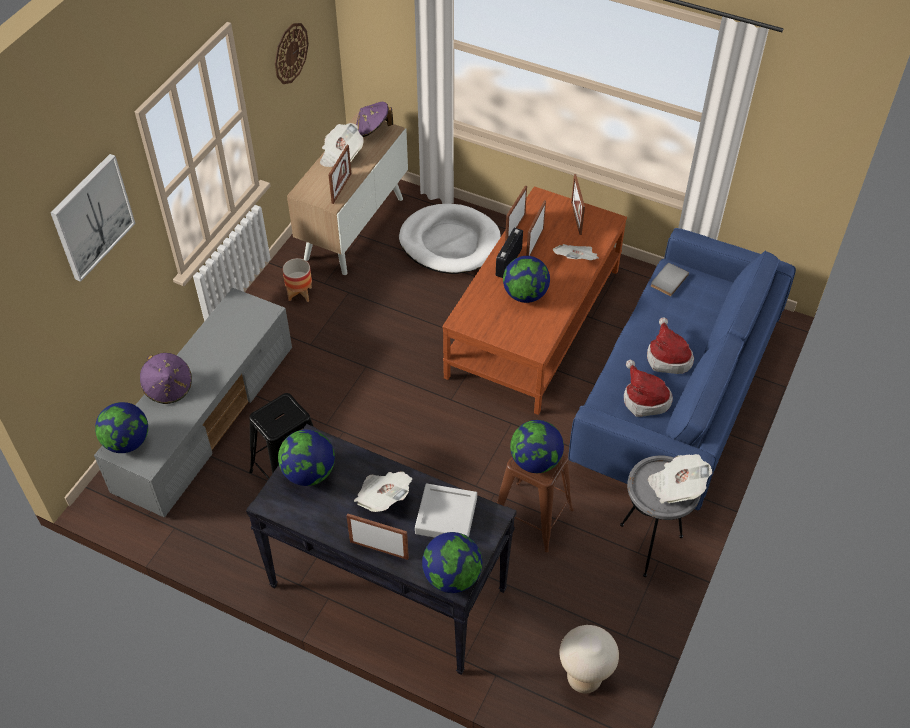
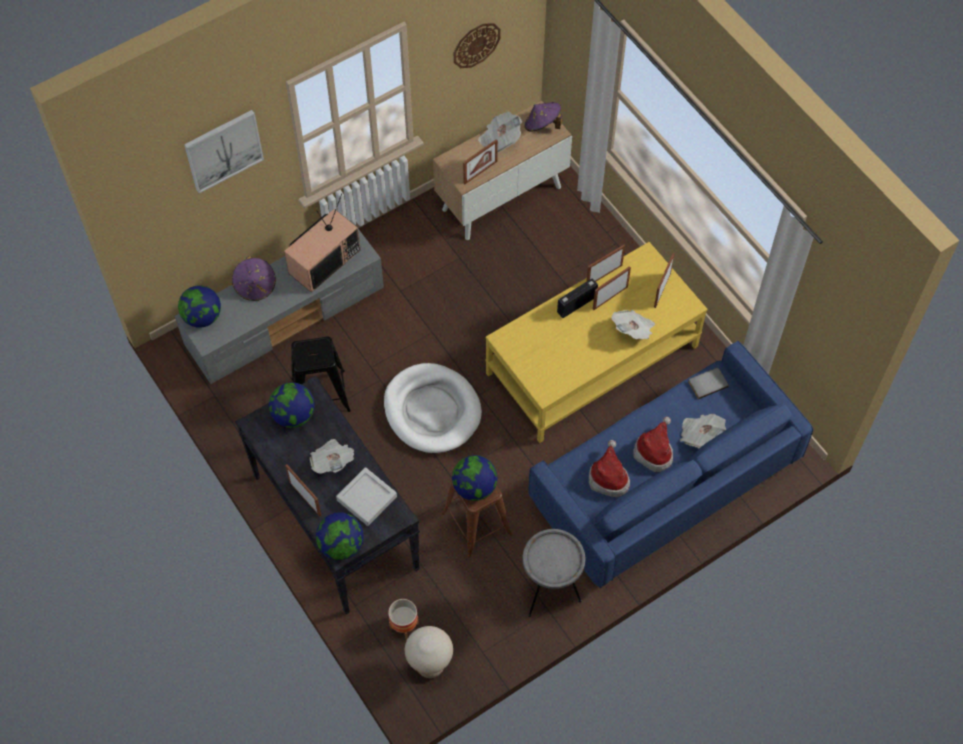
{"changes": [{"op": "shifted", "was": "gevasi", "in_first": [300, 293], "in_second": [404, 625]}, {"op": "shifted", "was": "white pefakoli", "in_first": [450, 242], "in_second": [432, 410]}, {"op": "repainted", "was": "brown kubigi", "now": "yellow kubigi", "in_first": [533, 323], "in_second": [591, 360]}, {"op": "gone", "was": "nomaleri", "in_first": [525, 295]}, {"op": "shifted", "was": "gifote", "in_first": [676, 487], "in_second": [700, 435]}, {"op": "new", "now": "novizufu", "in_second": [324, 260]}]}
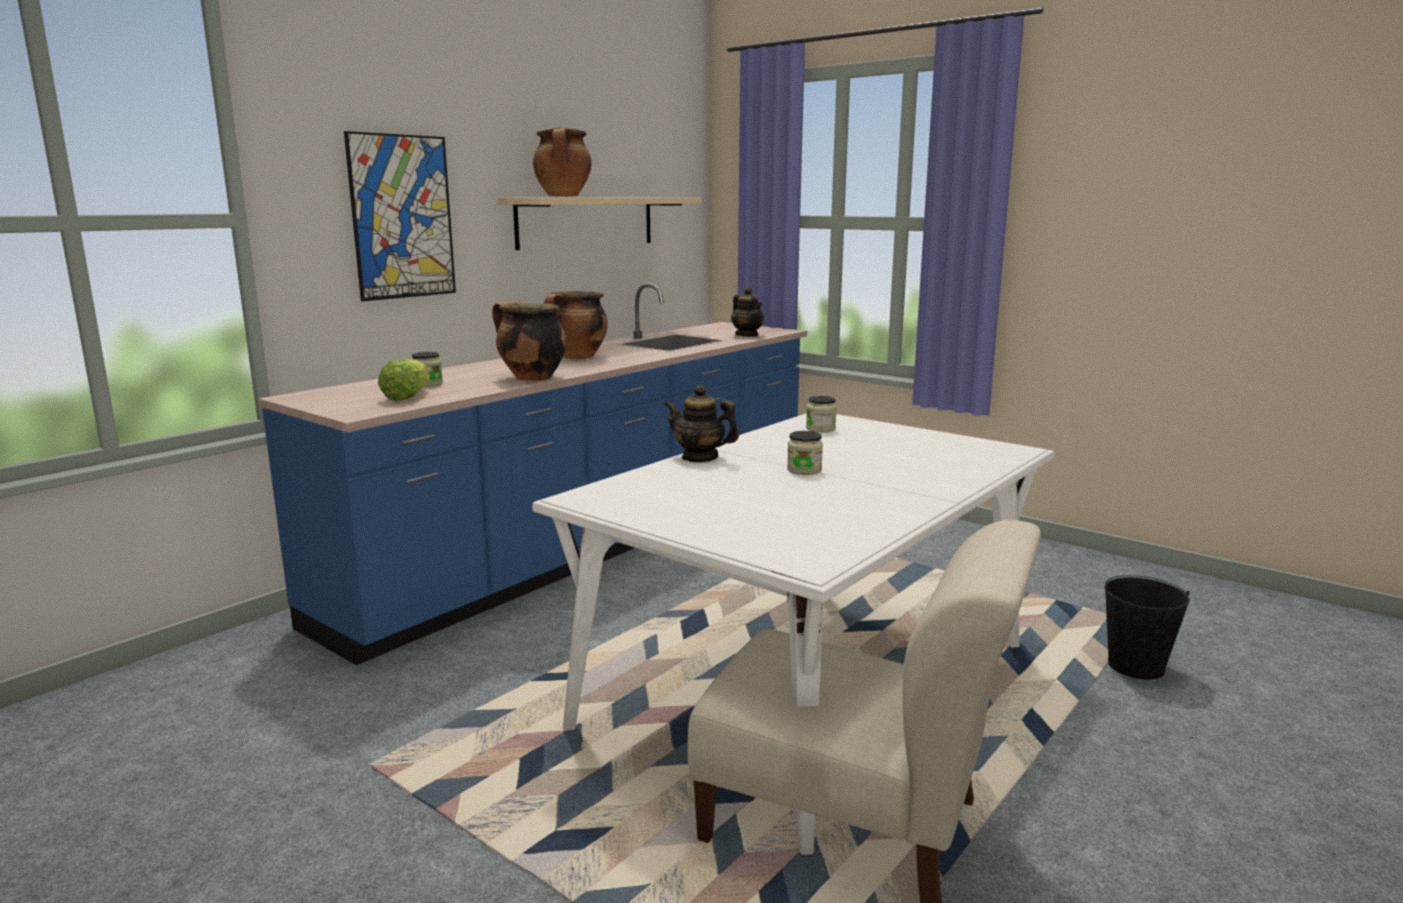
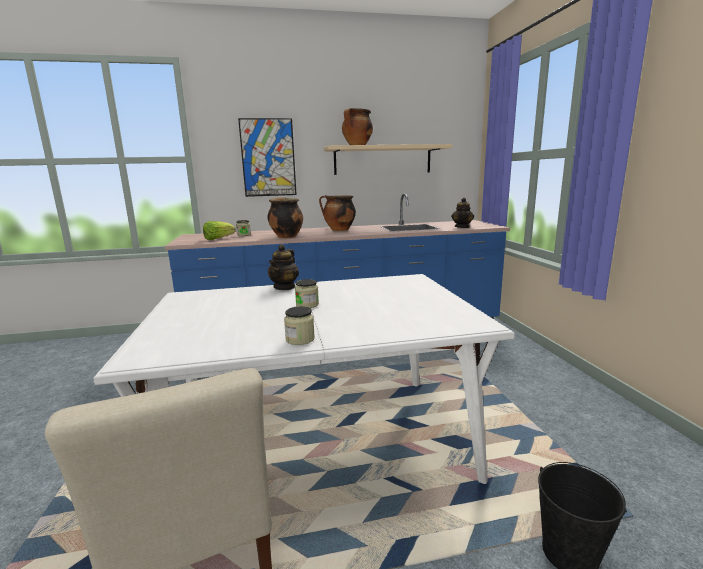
{"changes": [{"op": "rotated", "was": "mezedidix", "in_first": [700, 457], "in_second": [284, 287], "clockwise": -135}, {"op": "shifted", "was": "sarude", "in_first": [820, 429], "in_second": [300, 339]}]}
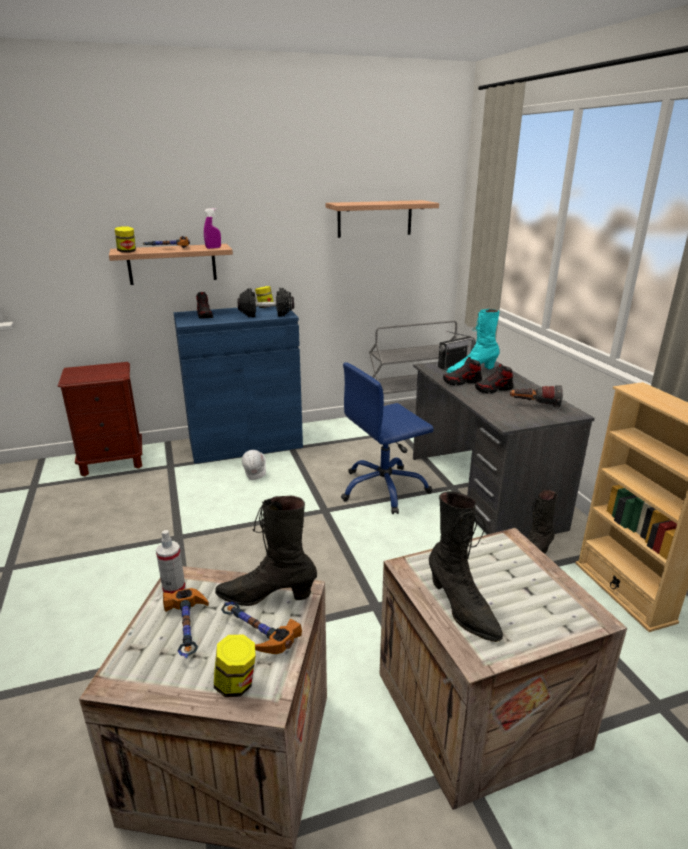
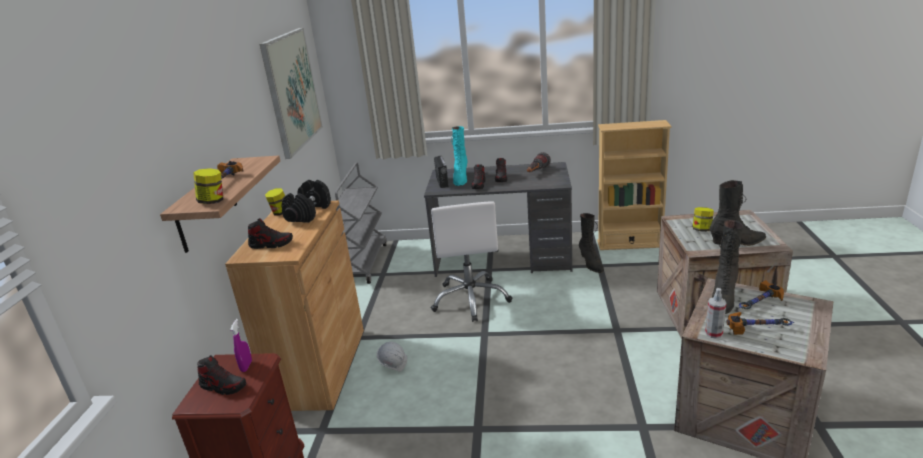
{"changes": [{"op": "repainted", "was": "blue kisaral", "now": "brown kisaral", "in_first": [245, 443], "in_second": [320, 367]}, {"op": "shifted", "was": "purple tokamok", "in_first": [213, 248], "in_second": [246, 366]}, {"op": "shifted", "was": "sarude", "in_first": [236, 684], "in_second": [701, 229]}, {"op": "swapped", "was": "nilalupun", "now": "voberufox", "in_first": [374, 218], "in_second": [292, 90]}, {"op": "repainted", "was": "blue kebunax", "now": "white kebunax", "in_first": [384, 489], "in_second": [471, 299]}, {"op": "new", "now": "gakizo", "in_second": [223, 386]}]}
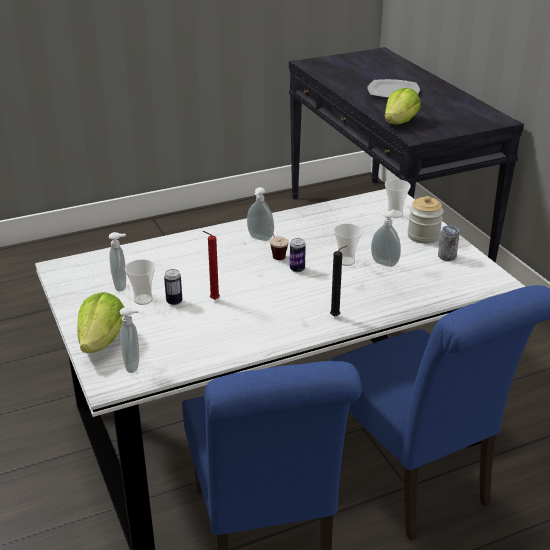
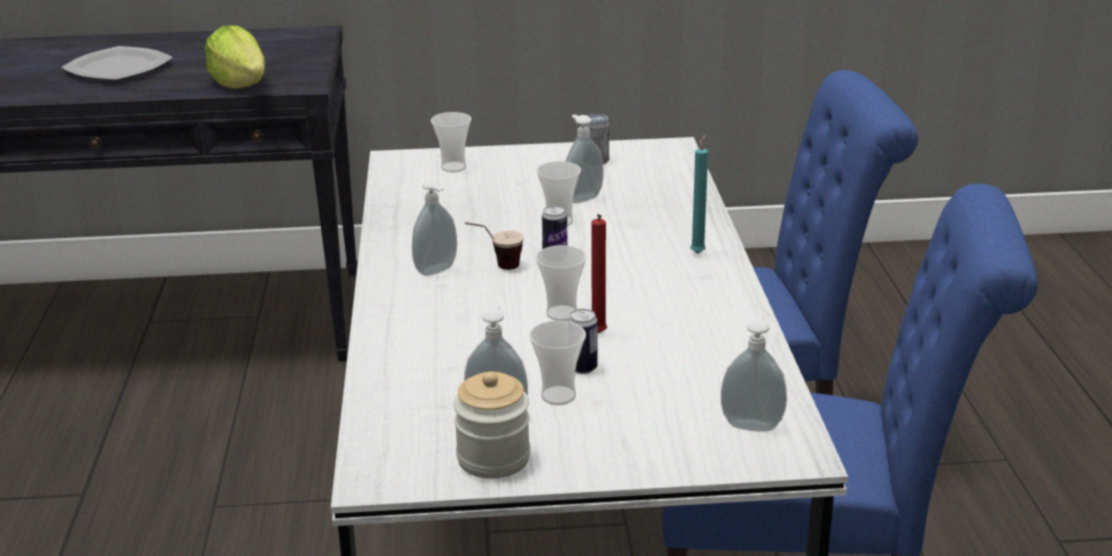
{"changes": [{"op": "gone", "was": "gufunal", "in_first": [103, 341]}, {"op": "repainted", "was": "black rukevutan", "now": "turquoise rukevutan", "in_first": [336, 316], "in_second": [698, 252]}, {"op": "shifted", "was": "sarude", "in_first": [423, 236], "in_second": [493, 458]}, {"op": "new", "now": "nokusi", "in_second": [561, 313]}]}
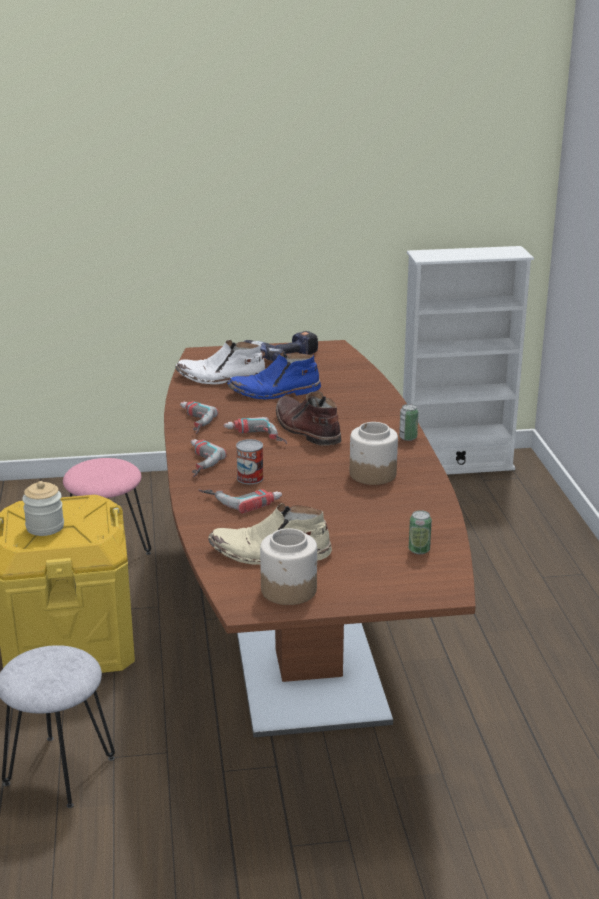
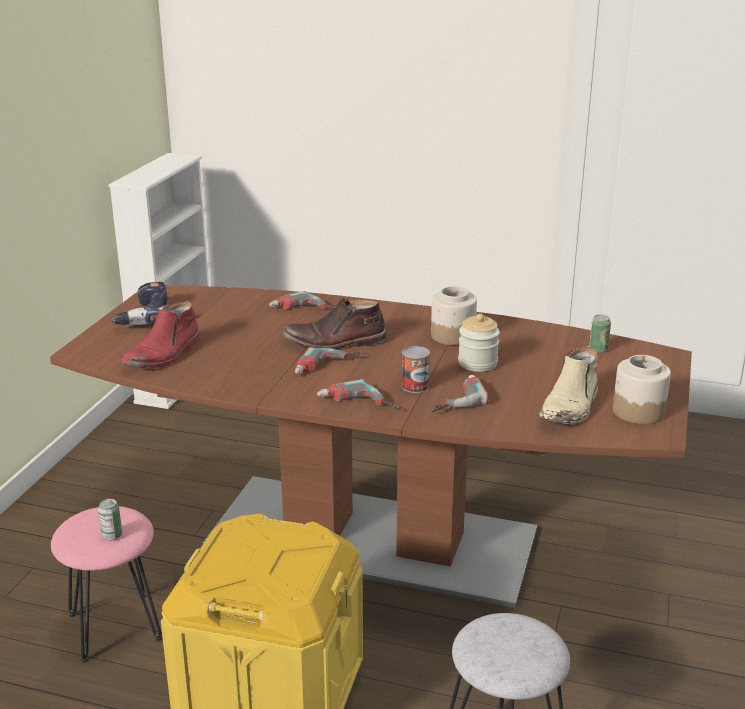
{"changes": [{"op": "shifted", "was": "sarude", "in_first": [45, 527], "in_second": [477, 363]}, {"op": "repainted", "was": "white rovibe", "now": "red rovibe", "in_first": [221, 378], "in_second": [164, 355]}, {"op": "shifted", "was": "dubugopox", "in_first": [189, 422], "in_second": [303, 311]}, {"op": "gone", "was": "blue rovibe", "in_first": [274, 392]}, {"op": "shifted", "was": "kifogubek", "in_first": [408, 438], "in_second": [112, 536]}]}
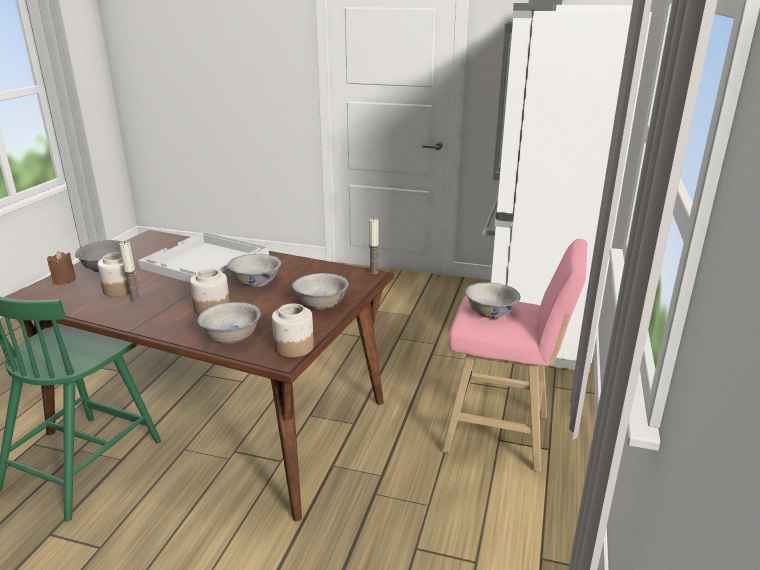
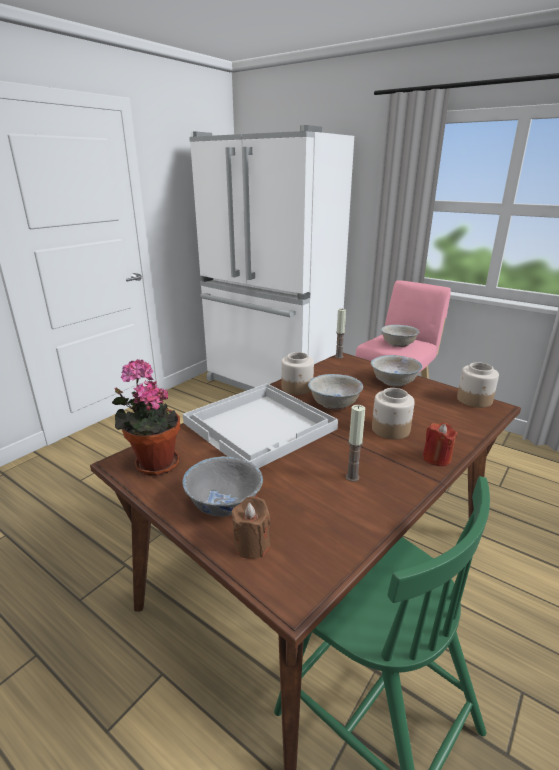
{"changes": [{"op": "shifted", "was": "sarude", "in_first": [120, 289], "in_second": [297, 388]}, {"op": "gone", "was": "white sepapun", "in_first": [232, 336]}, {"op": "new", "now": "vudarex", "in_second": [153, 463]}, {"op": "new", "now": "red rukevutan", "in_second": [436, 458]}]}
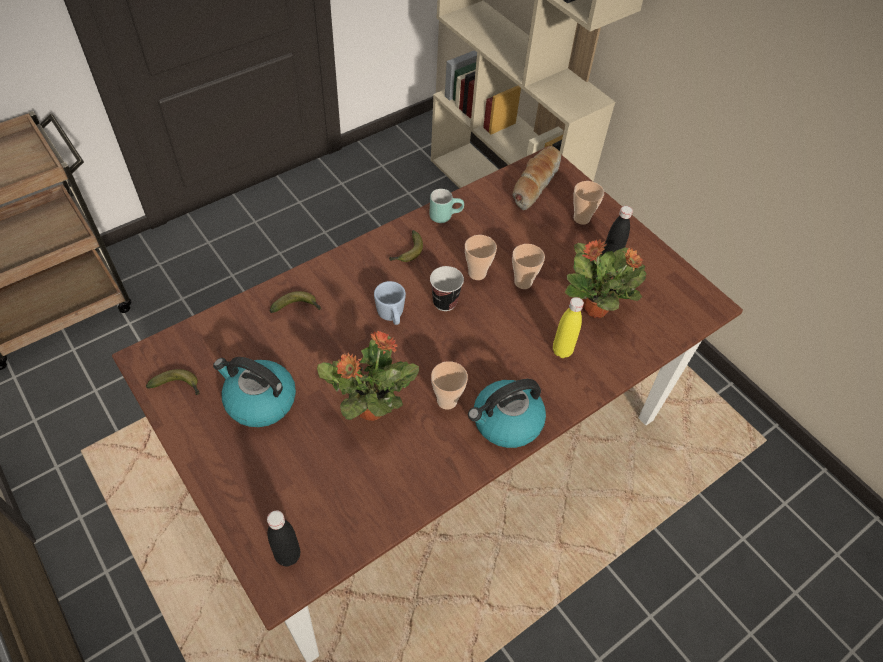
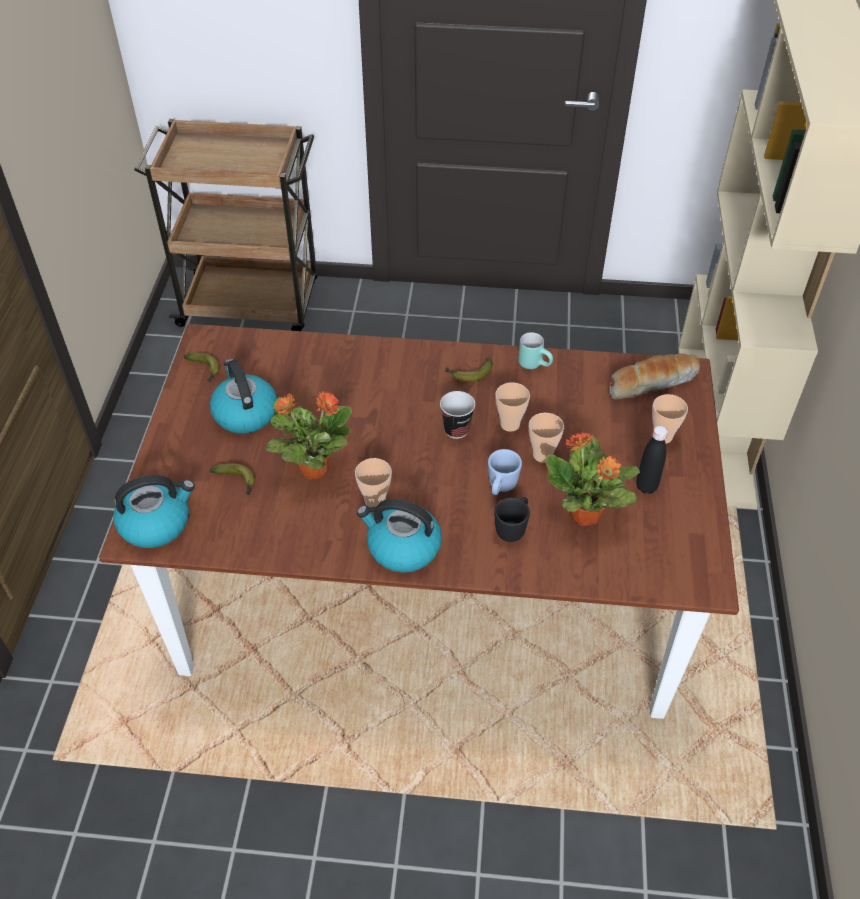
{"changes": [{"op": "swapped", "was": "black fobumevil", "now": "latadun", "in_first": [288, 555], "in_second": [156, 523]}, {"op": "shifted", "was": "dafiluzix", "in_first": [298, 307], "in_second": [237, 481]}, {"op": "shifted", "was": "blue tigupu", "in_first": [391, 316], "in_second": [501, 487]}, {"op": "swapped", "was": "yellow fobumevil", "now": "black tigupu", "in_first": [562, 351], "in_second": [513, 528]}]}
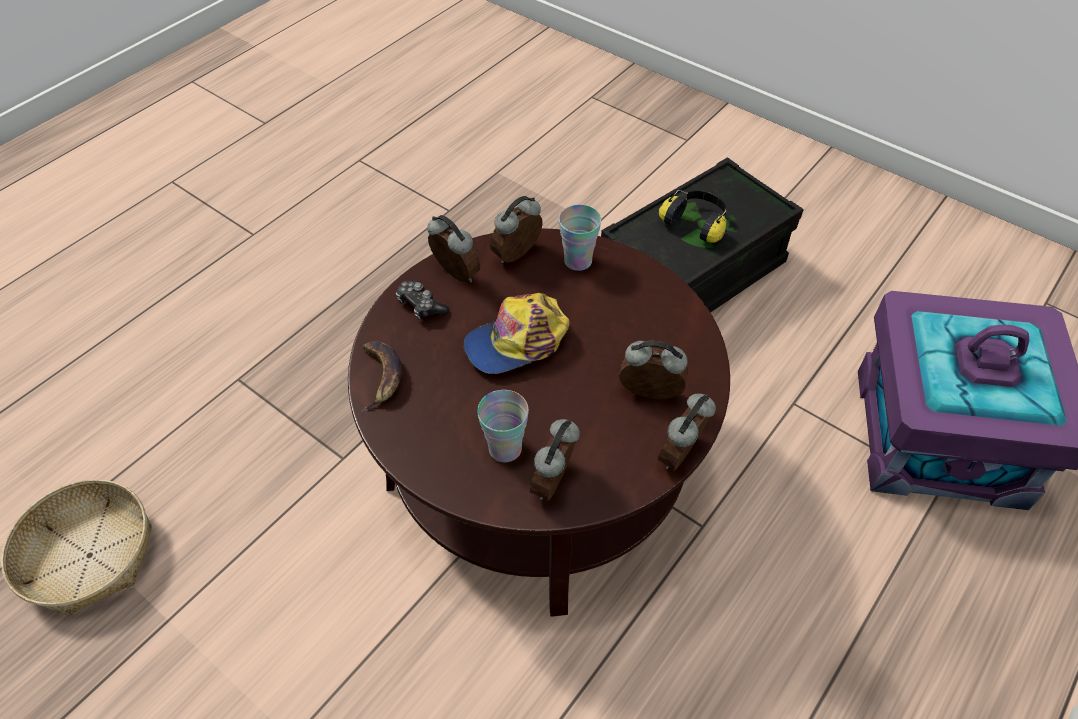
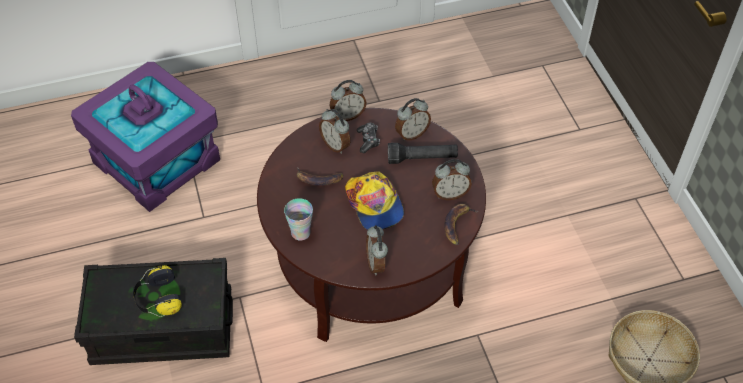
{"changes": [{"op": "shifted", "was": "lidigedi", "in_first": [421, 305], "in_second": [368, 140]}, {"op": "rotated", "was": "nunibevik", "in_first": [517, 342], "in_second": [374, 205], "clockwise": 60}, {"op": "swapped", "was": "nokusi", "now": "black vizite", "in_first": [505, 448], "in_second": [422, 159]}, {"op": "shifted", "was": "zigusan", "in_first": [518, 256], "in_second": [450, 194]}, {"op": "new", "now": "dafiluzix", "in_second": [318, 179]}]}
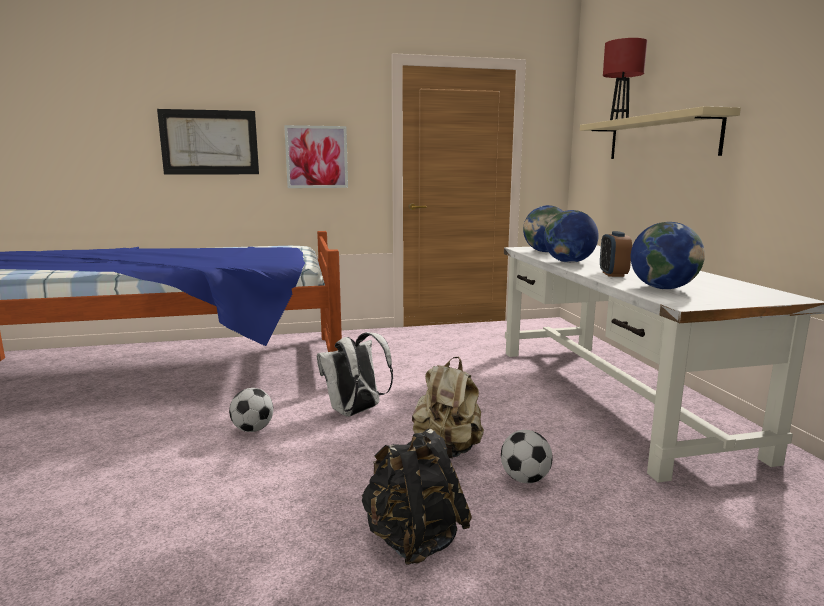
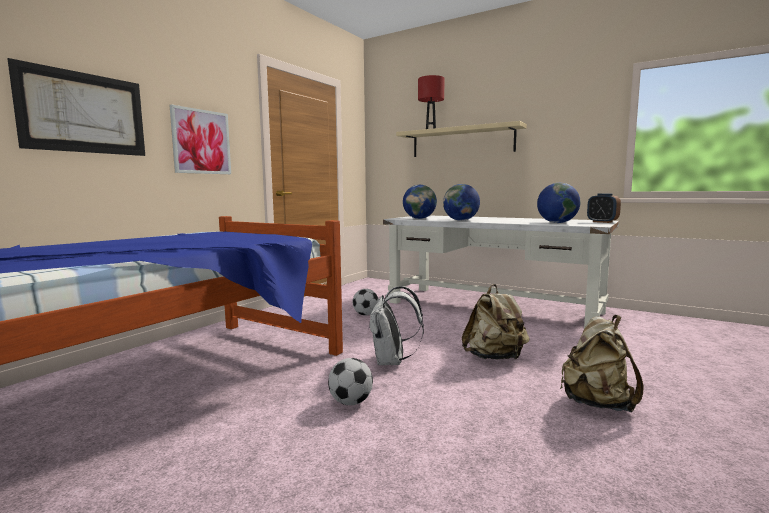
{"changes": [{"op": "repainted", "was": "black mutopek", "now": "beige mutopek", "in_first": [413, 540], "in_second": [597, 403]}, {"op": "shifted", "was": "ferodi", "in_first": [525, 479], "in_second": [366, 314]}, {"op": "shifted", "was": "zigusan", "in_first": [613, 274], "in_second": [602, 222]}]}
